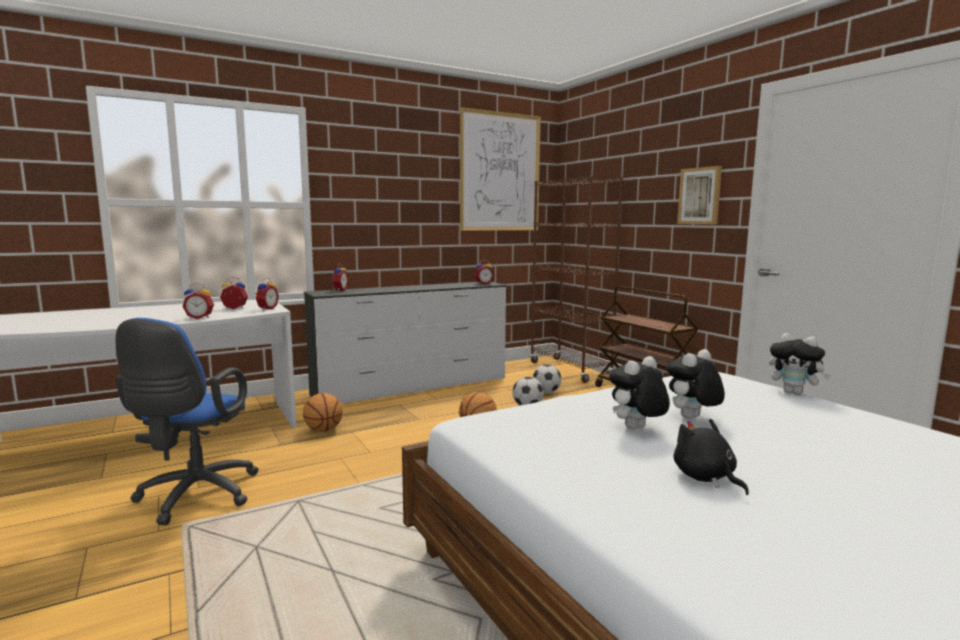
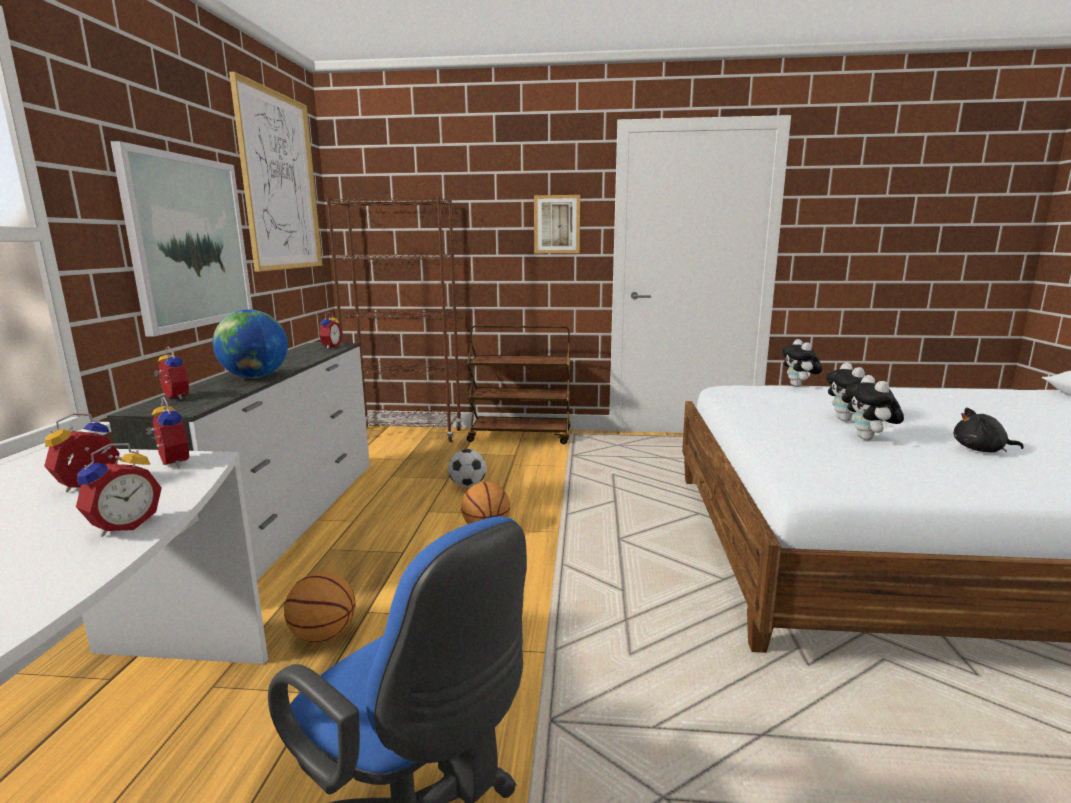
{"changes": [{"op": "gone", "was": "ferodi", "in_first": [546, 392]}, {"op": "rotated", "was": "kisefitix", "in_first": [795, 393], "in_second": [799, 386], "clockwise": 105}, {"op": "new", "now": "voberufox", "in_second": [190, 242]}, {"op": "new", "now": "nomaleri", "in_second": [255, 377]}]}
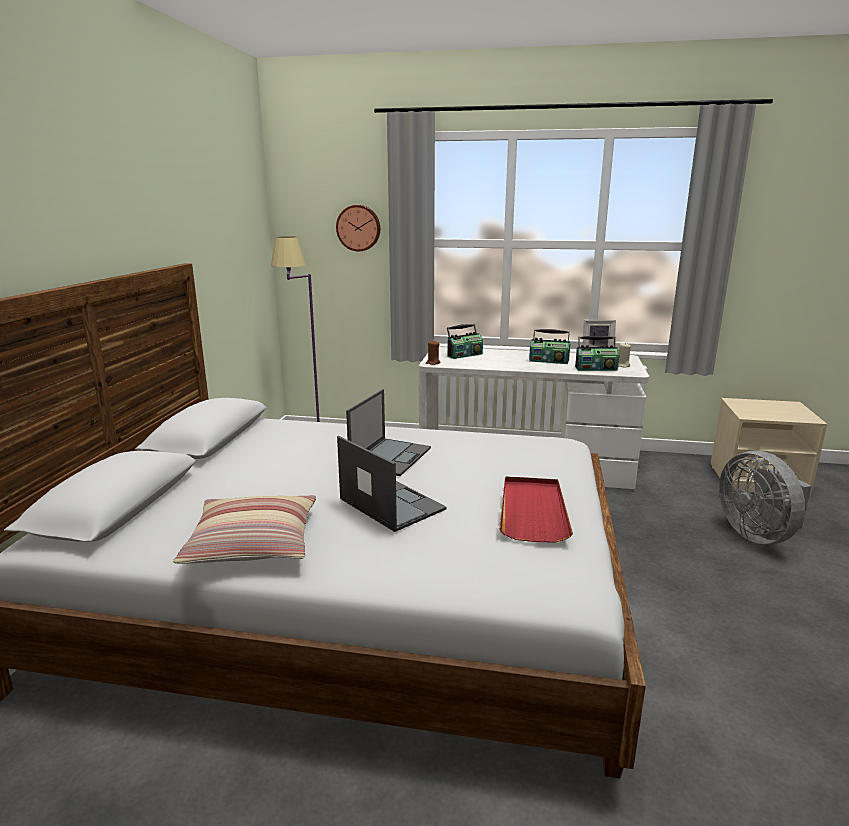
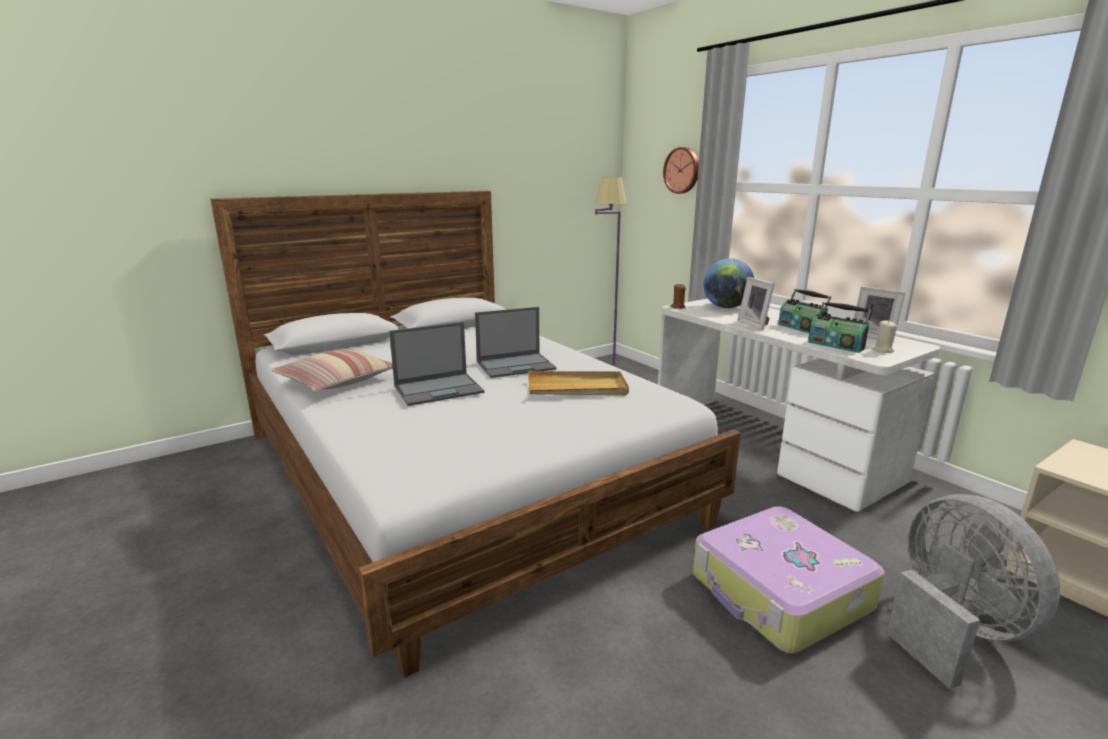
{"changes": [{"op": "rotated", "was": "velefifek", "in_first": [390, 504], "in_second": [439, 389], "clockwise": 60}, {"op": "swapped", "was": "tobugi", "now": "nomaleri", "in_first": [464, 355], "in_second": [726, 307]}, {"op": "gone", "was": "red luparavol", "in_first": [532, 511]}, {"op": "rotated", "was": "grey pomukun", "in_first": [758, 534], "in_second": [950, 629], "clockwise": 135}, {"op": "new", "now": "beige luparavol", "in_second": [577, 388]}, {"op": "new", "now": "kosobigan", "in_second": [779, 593]}, {"op": "new", "now": "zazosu", "in_second": [755, 325]}]}
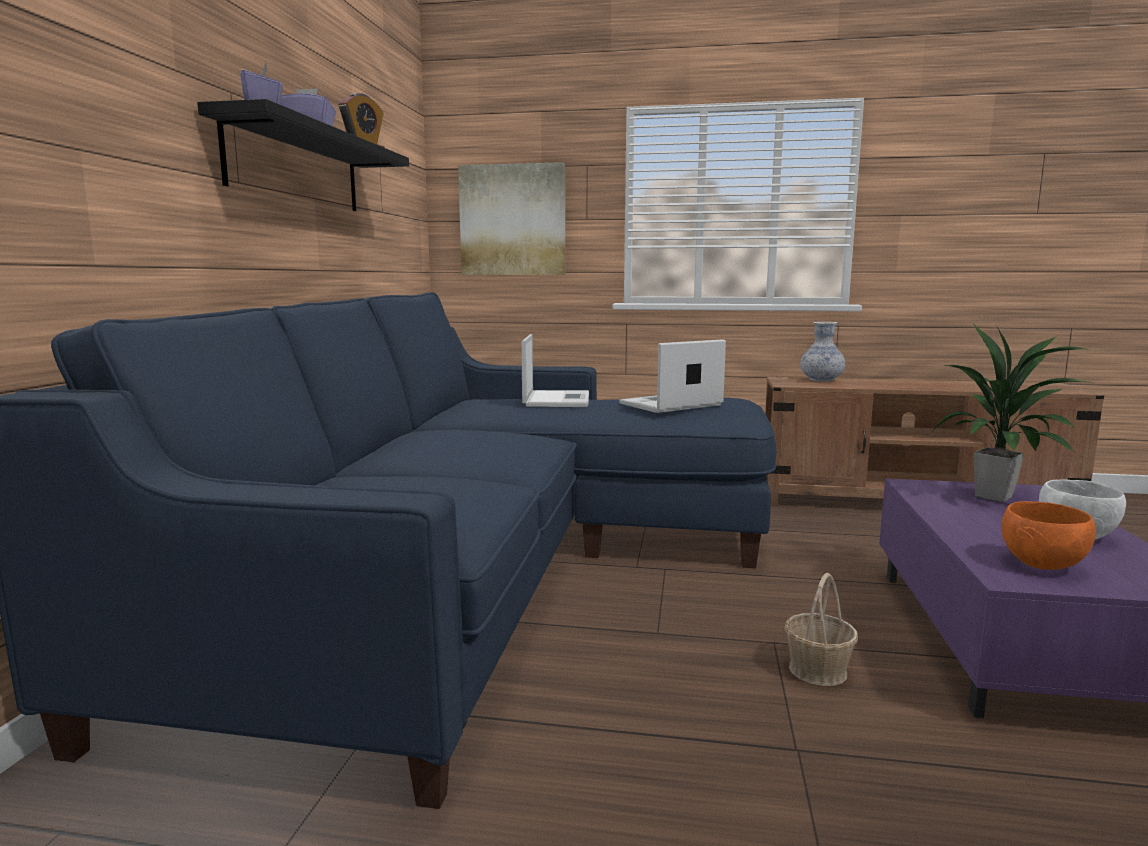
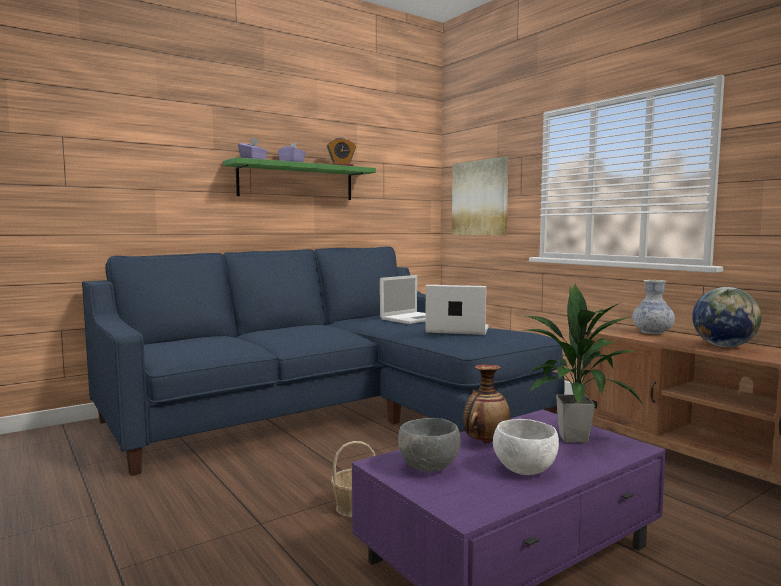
{"changes": [{"op": "repainted", "was": "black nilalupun", "now": "green nilalupun", "in_first": [296, 168], "in_second": [296, 182]}, {"op": "repainted", "was": "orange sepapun", "now": "grey sepapun", "in_first": [1042, 564], "in_second": [429, 468]}, {"op": "new", "now": "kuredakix", "in_second": [485, 442]}, {"op": "new", "now": "nomaleri", "in_second": [724, 346]}]}
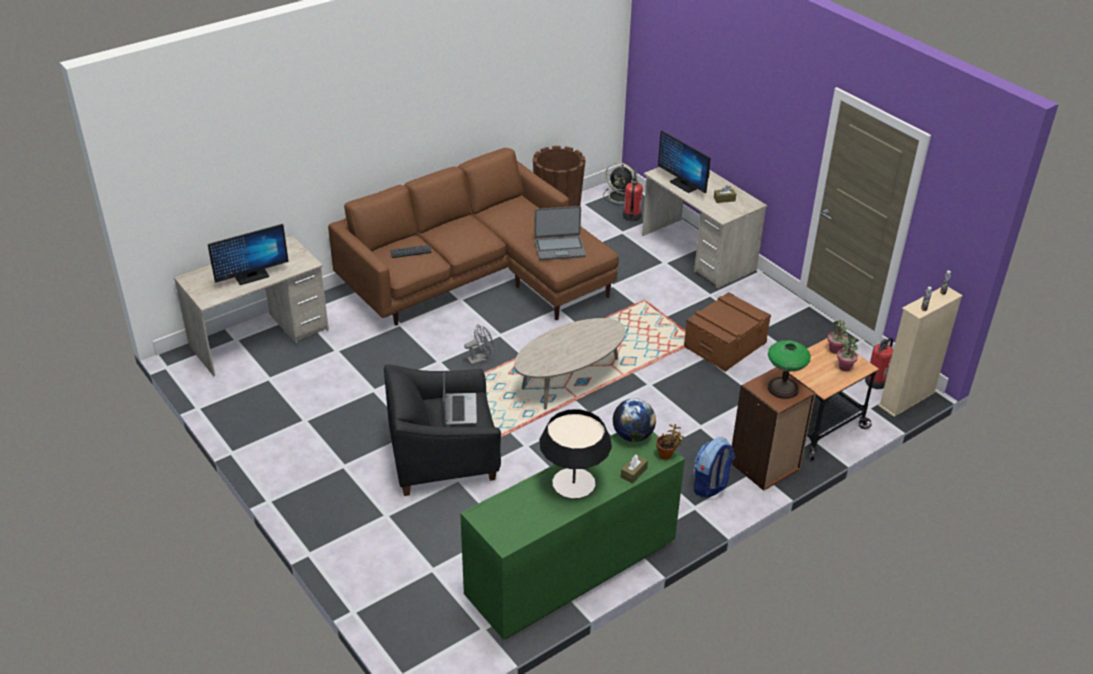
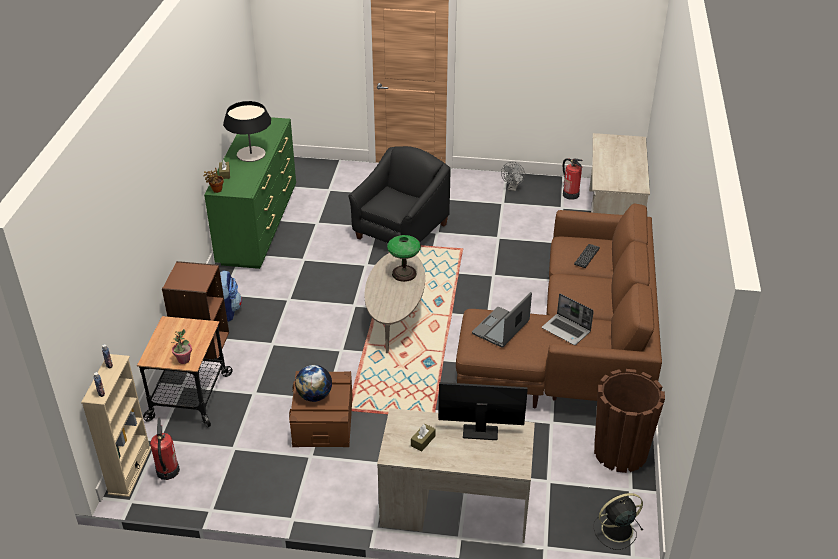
{"changes": [{"op": "gone", "was": "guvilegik", "in_first": [252, 277]}, {"op": "shifted", "was": "velefifek", "in_first": [459, 409], "in_second": [566, 330]}, {"op": "shifted", "was": "grey pomukun", "in_first": [480, 359], "in_second": [512, 188]}, {"op": "shifted", "was": "nomaleri", "in_first": [633, 436], "in_second": [314, 396]}, {"op": "shifted", "was": "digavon", "in_first": [631, 216], "in_second": [570, 194]}, {"op": "shifted", "was": "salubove", "in_first": [783, 388], "in_second": [404, 273]}, {"op": "gone", "was": "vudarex", "in_first": [845, 367]}]}
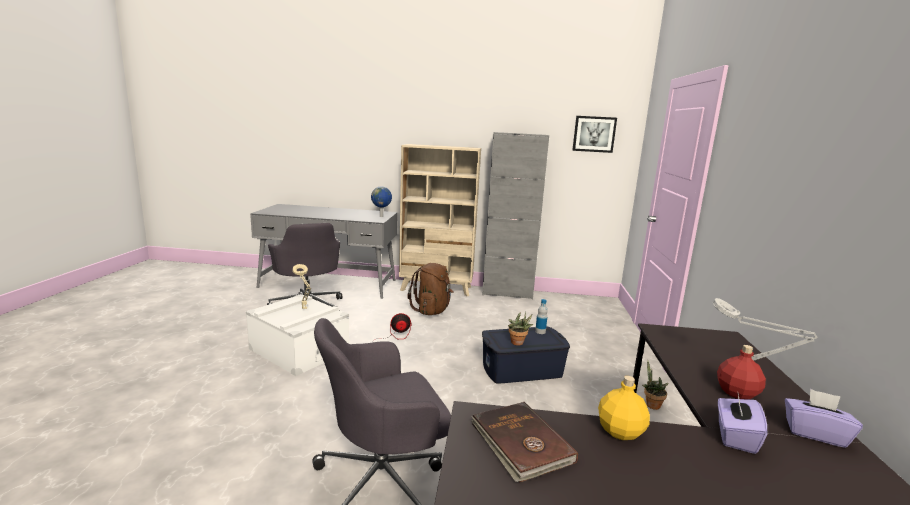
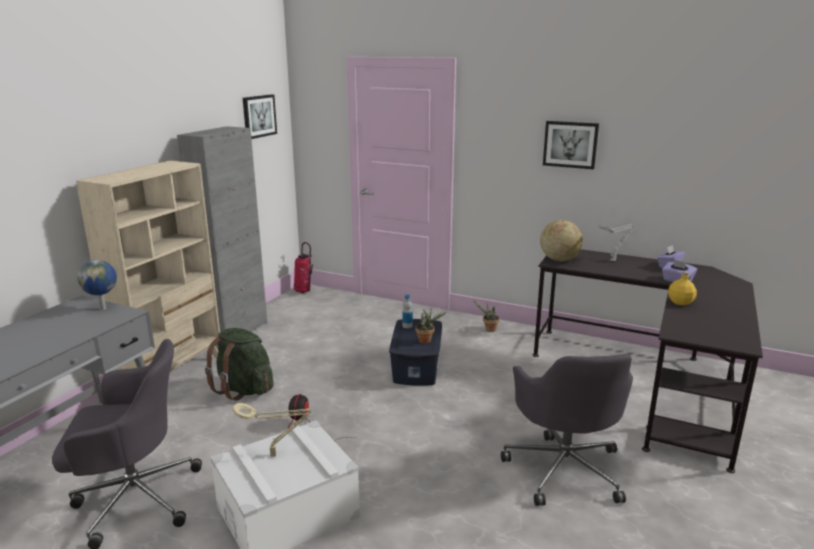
{"changes": [{"op": "repainted", "was": "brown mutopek", "now": "green mutopek", "in_first": [432, 311], "in_second": [244, 389]}, {"op": "gone", "was": "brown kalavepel", "in_first": [520, 444]}, {"op": "gone", "was": "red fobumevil", "in_first": [737, 393]}, {"op": "new", "now": "digavon", "in_second": [304, 292]}, {"op": "new", "now": "nomaleri", "in_second": [559, 260]}, {"op": "new", "now": "voberufox", "in_second": [570, 144]}]}
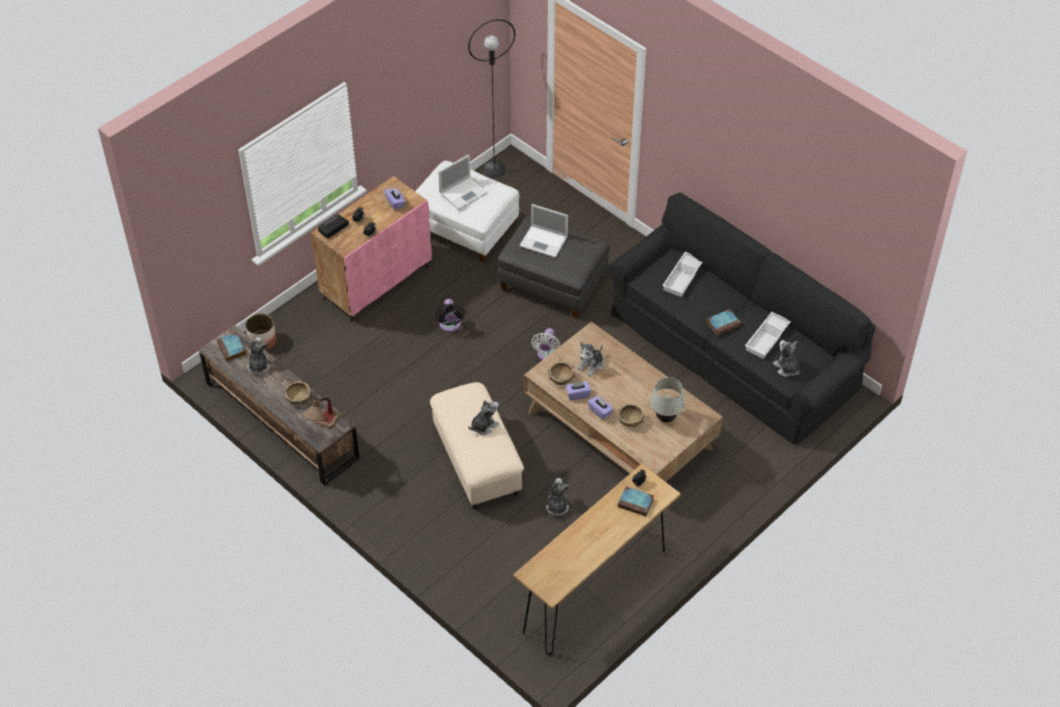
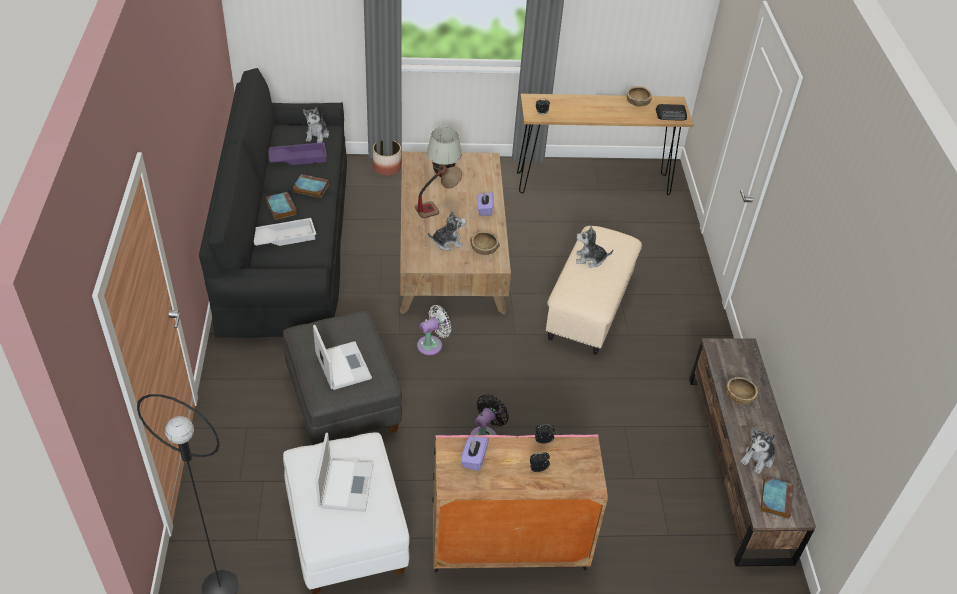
{"changes": [{"op": "shifted", "was": "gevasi", "in_first": [262, 340], "in_second": [387, 168]}, {"op": "shifted", "was": "salubove", "in_first": [322, 428], "in_second": [438, 207]}, {"op": "shifted", "was": "tobugi", "in_first": [333, 228], "in_second": [671, 115]}, {"op": "rotated", "was": "velefifek", "in_first": [464, 192], "in_second": [346, 484], "clockwise": 90}, {"op": "gone", "was": "kisefitix", "in_first": [557, 506]}, {"op": "gone", "was": "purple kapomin", "in_first": [578, 394]}, {"op": "shifted", "was": "brown sepapun", "in_first": [630, 421], "in_second": [637, 103]}, {"op": "shifted", "was": "kalavepel", "in_first": [636, 503], "in_second": [281, 207]}, {"op": "repainted", "was": "white luparavol", "now": "purple luparavol", "in_first": [767, 338], "in_second": [298, 157]}]}
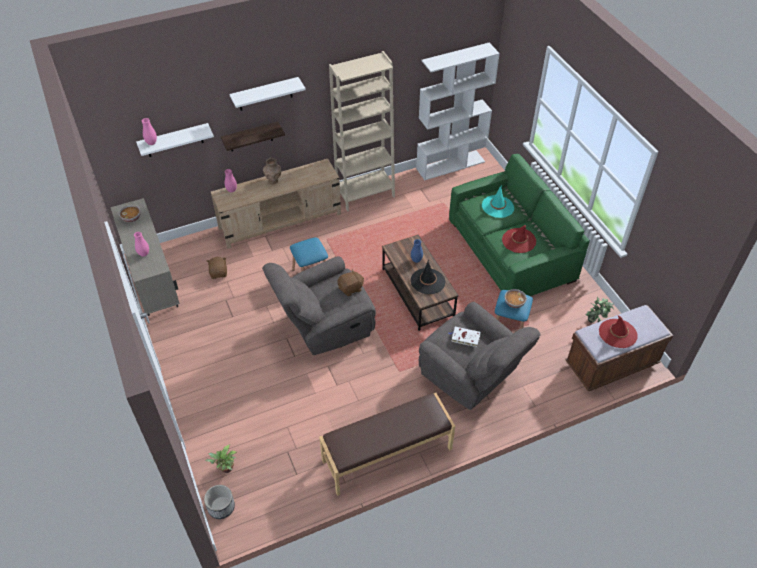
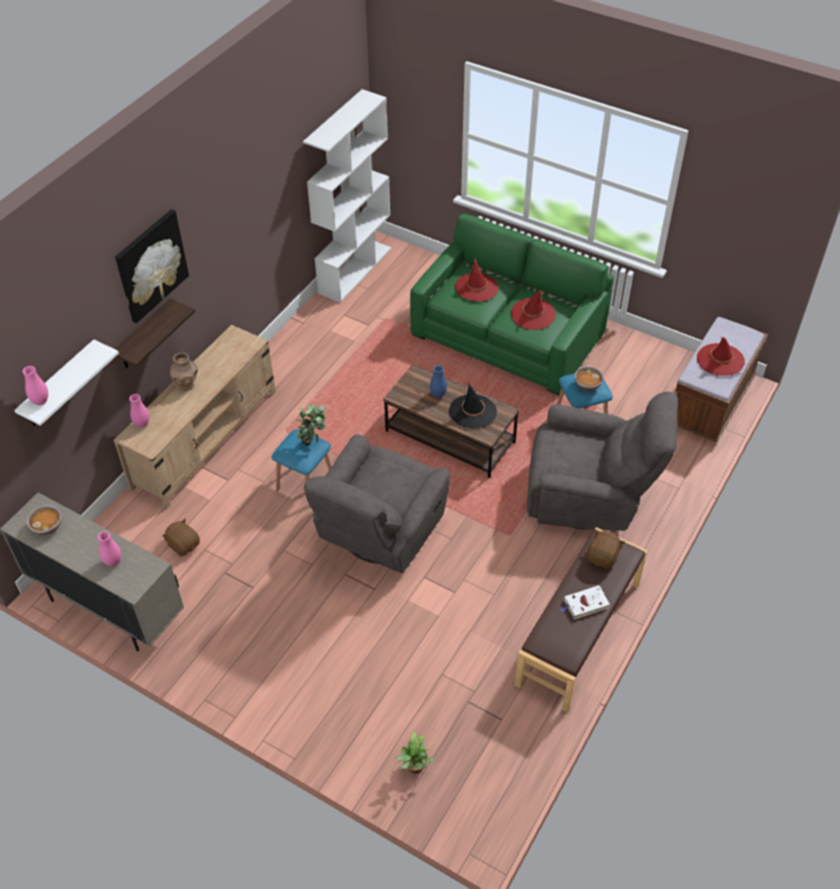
{"changes": [{"op": "gone", "was": "gevasi", "in_first": [221, 507]}, {"op": "swapped", "was": "white nilalupun", "now": "voberufox", "in_first": [265, 94], "in_second": [151, 265]}, {"op": "gone", "was": "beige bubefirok", "in_first": [365, 194]}, {"op": "shifted", "was": "brown kisefitix", "in_first": [351, 288], "in_second": [603, 557]}, {"op": "shifted", "was": "white kalavepel", "in_first": [464, 337], "in_second": [585, 604]}, {"op": "repainted", "was": "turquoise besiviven", "now": "red besiviven", "in_first": [497, 206], "in_second": [476, 287]}, {"op": "shifted", "was": "vudarex", "in_first": [595, 323], "in_second": [313, 442]}]}
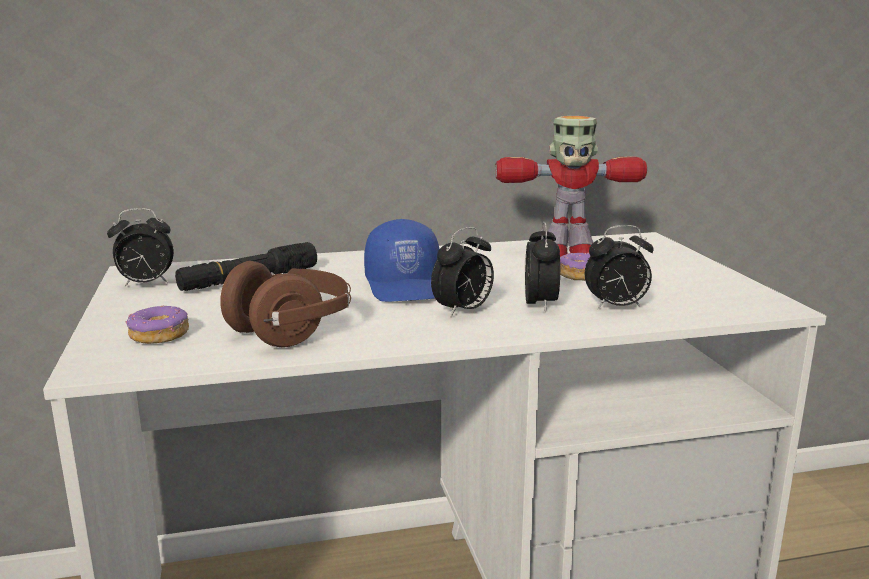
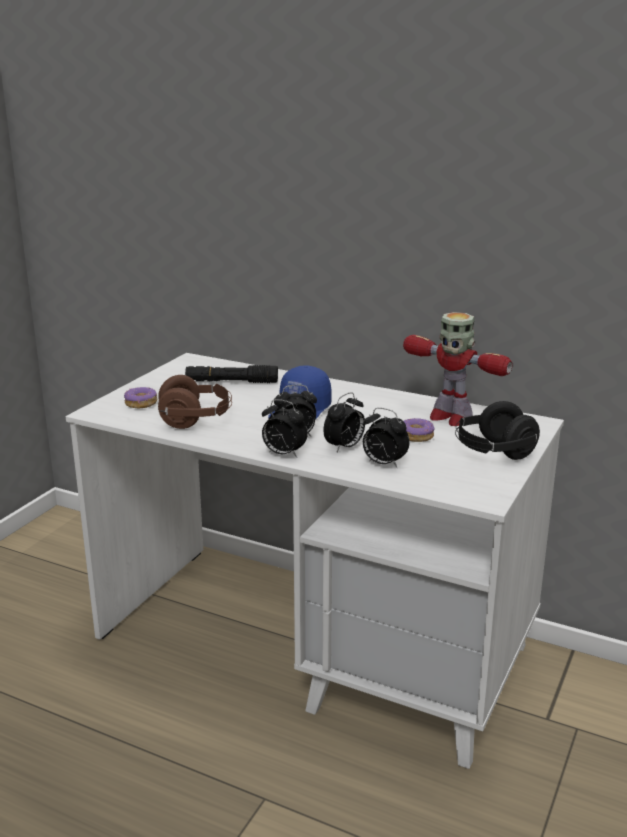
{"changes": [{"op": "shifted", "was": "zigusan", "in_first": [145, 284], "in_second": [283, 454]}, {"op": "new", "now": "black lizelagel", "in_second": [493, 452]}]}
